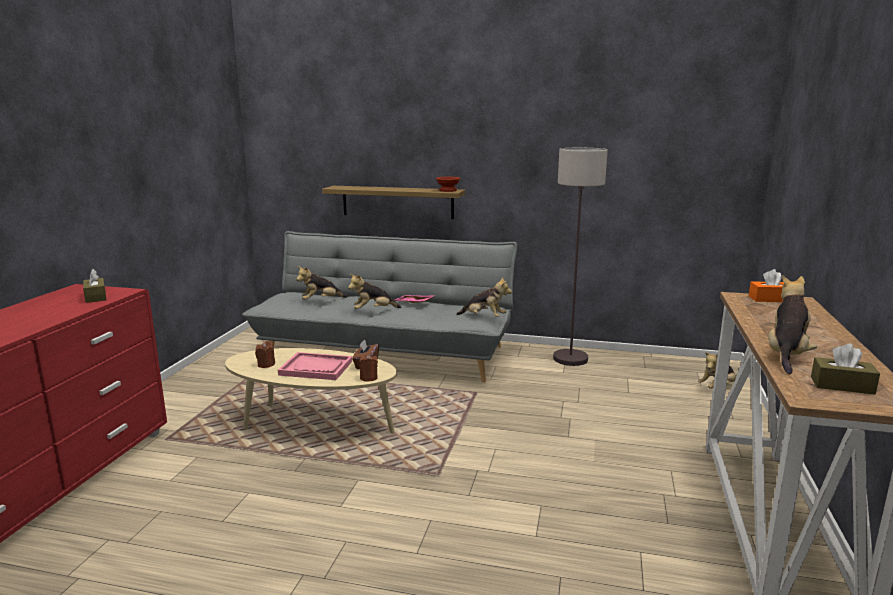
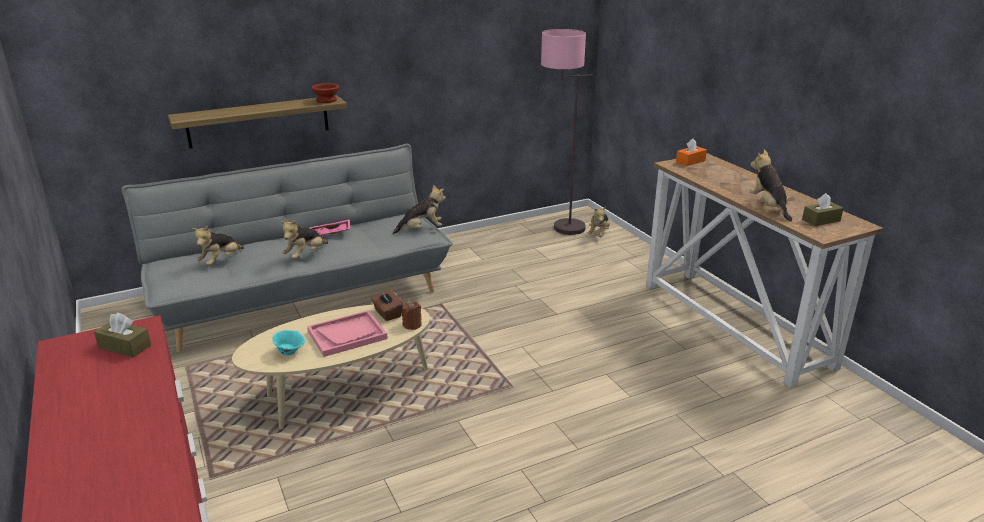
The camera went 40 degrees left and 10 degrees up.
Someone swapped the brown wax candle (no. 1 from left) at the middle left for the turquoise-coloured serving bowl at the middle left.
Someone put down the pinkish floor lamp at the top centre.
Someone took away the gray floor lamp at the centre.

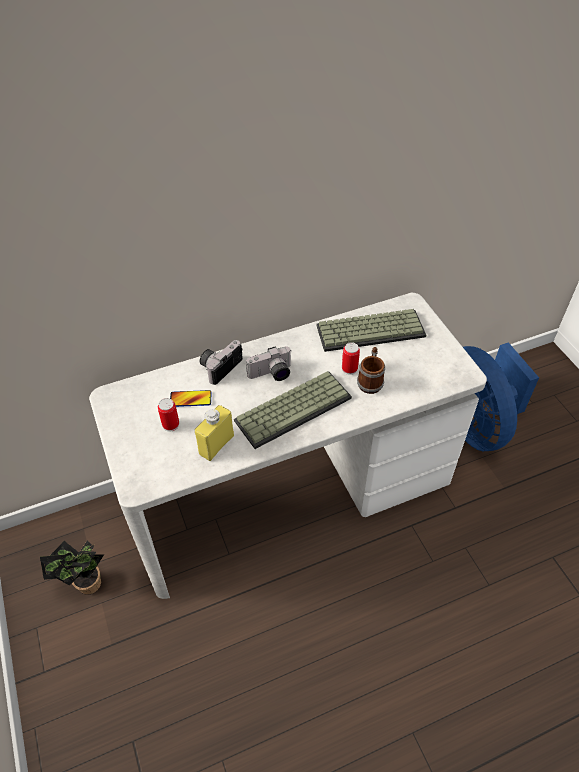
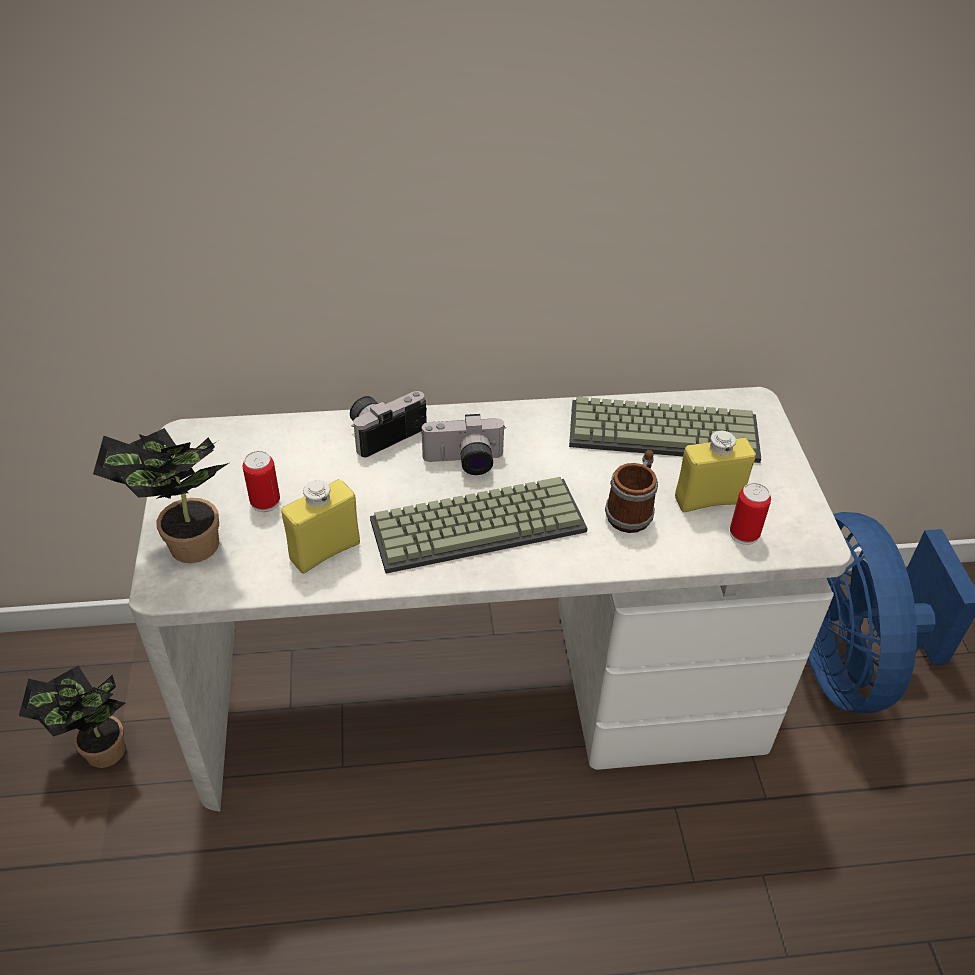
The camera went 15 degrees right and 5 degrees down.
Someone put down the plant in a pot (no. 2 from left) at the middle left.
Someone put down the yellowish bottle (no. 2 from left) at the middle right.
Someone carried the can (no. 2 from left) from the centre to the middle right.
Someone took away the phone at the middle left.

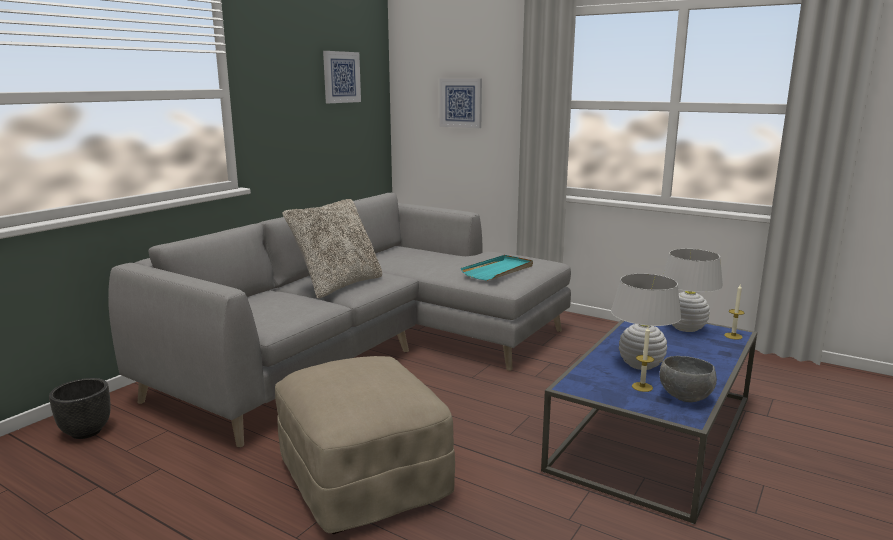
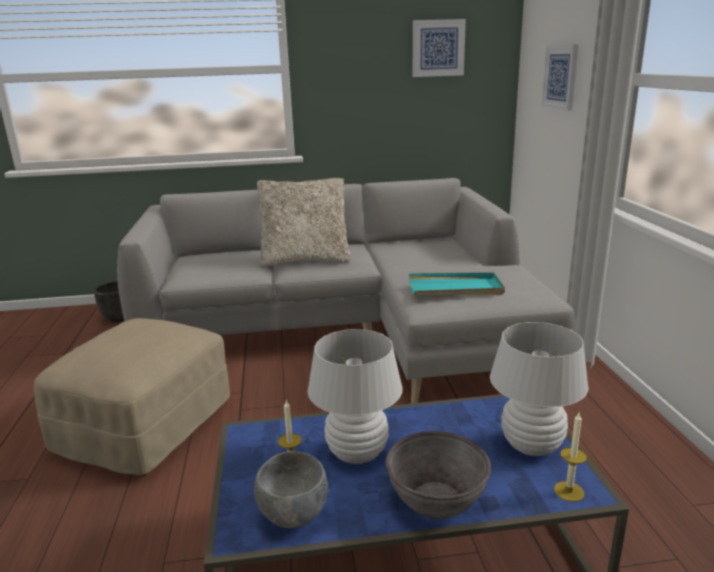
The camera went 50 degrees right and 5 degrees up.
Someone put down the gray serving bowl (no. 2 from left) at the bottom centre.

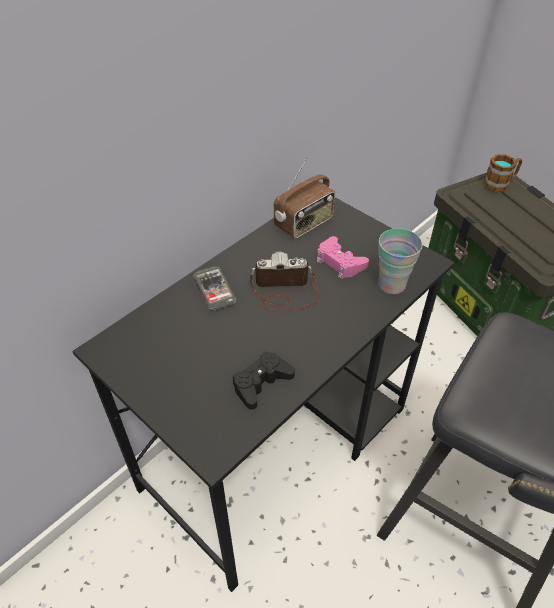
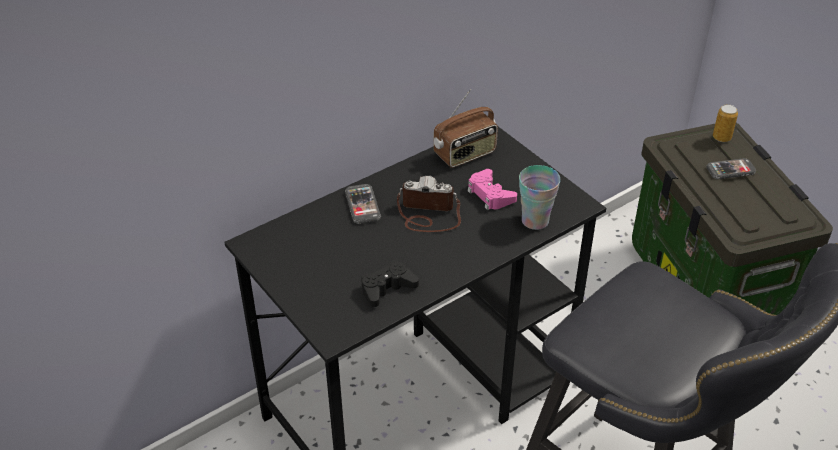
The camera went 10 degrees right and 5 degrees down.
Someone put down the phone (no. 2 from left) at the middle right.
Someone swapped the mug at the top right for the can at the top right.

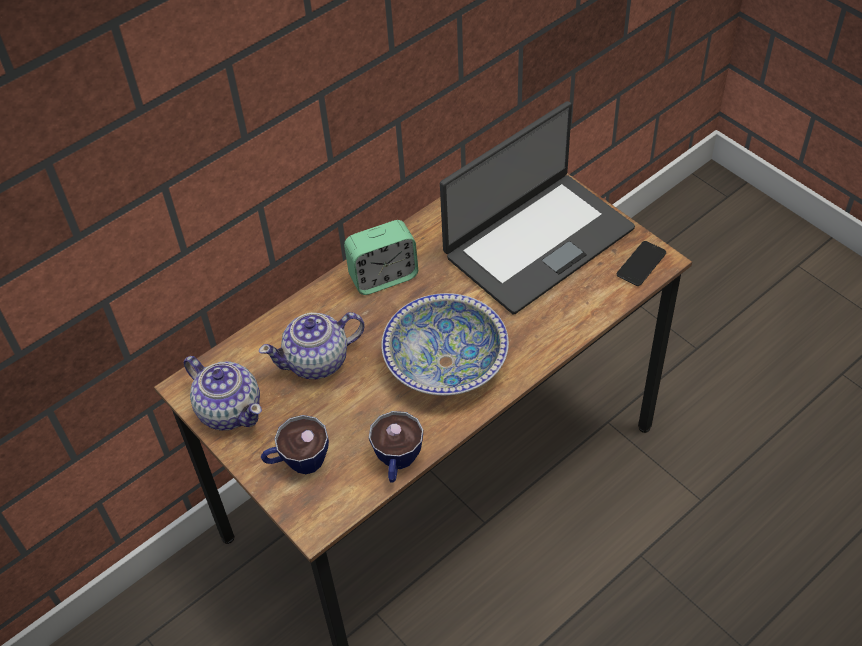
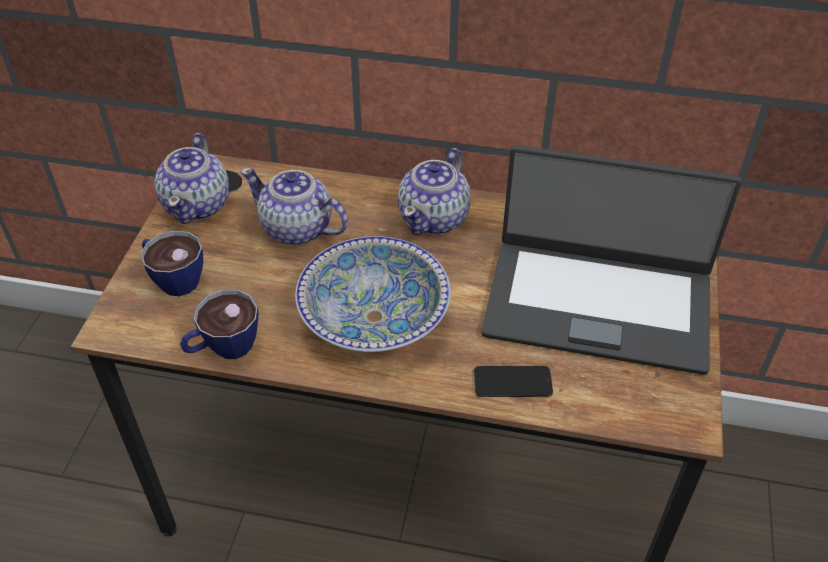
The camera went 50 degrees right and 5 degrees down.
Someone swapped the table clock at the centre for the tea pot (no. 3 from left) at the centre.
Someone carried the phone from the middle right to the bottom centre.

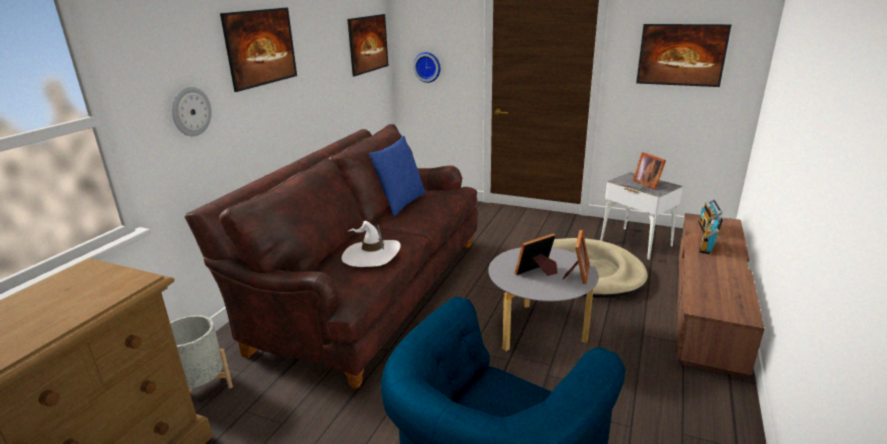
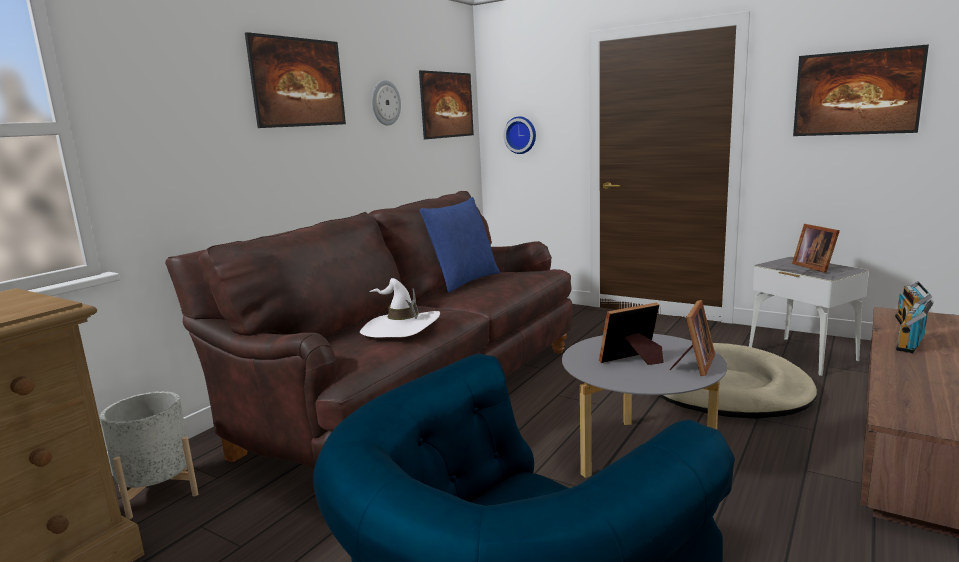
The camera went 10 degrees right and 10 degrees down.
Someone carried the wall clock (no. 1 from left) from the top left to the top centre.

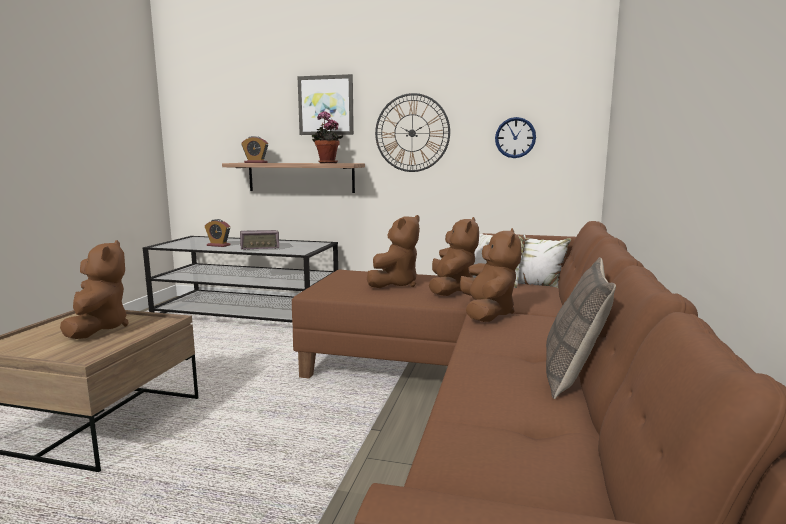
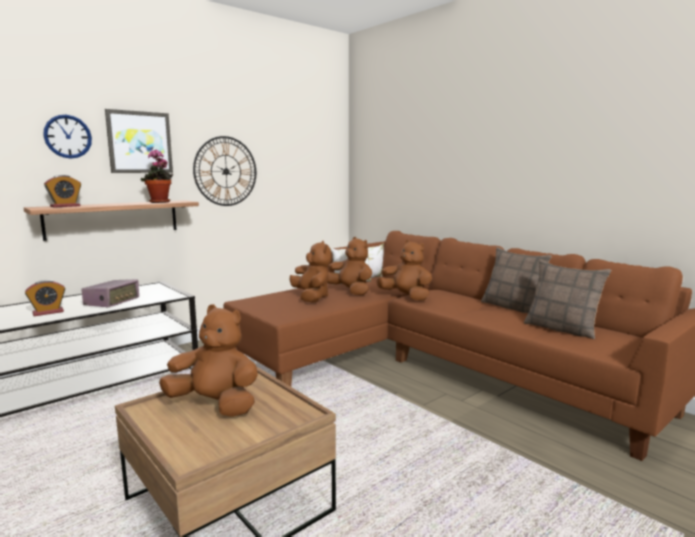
The camera went 55 degrees left and 0 degrees up.
Someone carried the wall clock (no. 2 from left in the first image) from the top centre to the top left.
Someone put down the pillow (no. 2 from left) at the middle right.

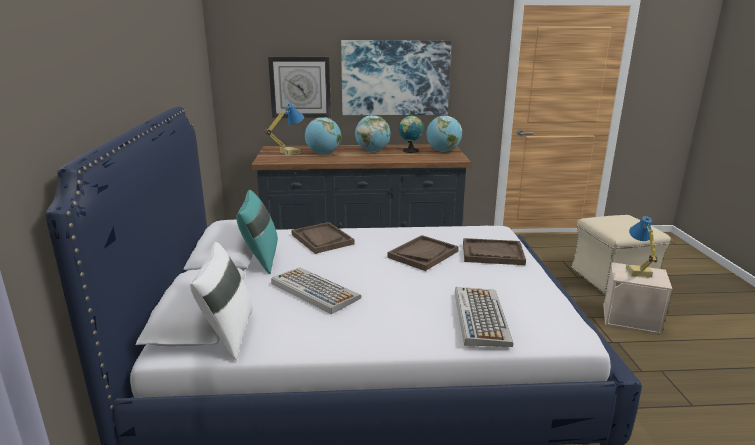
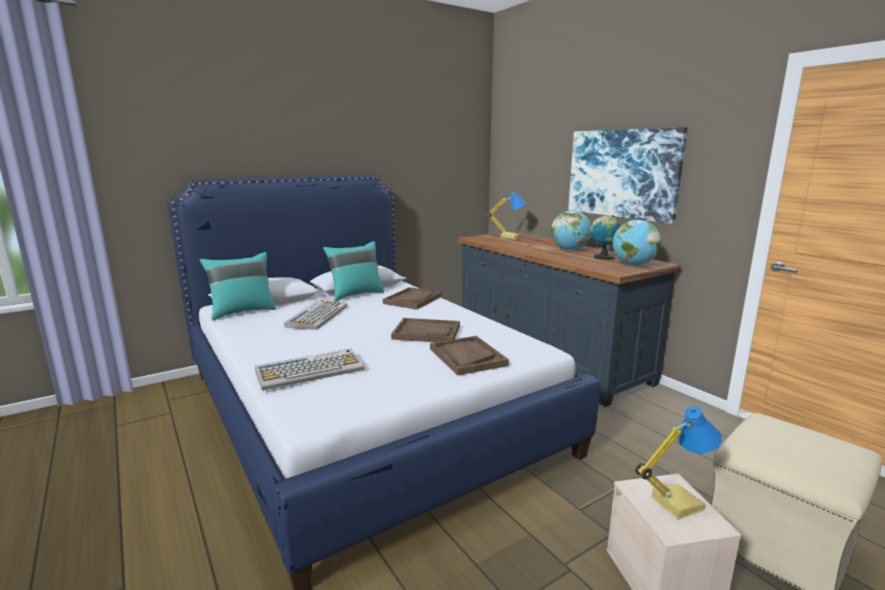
The camera went 60 degrees right and 5 degrees down.
Someone repainted the white pillow at the bottom left, which became the turquoise-coloured pillow (no. 1 from left) at the middle left.
Someone took away the wall clock at the top centre.
Someone took away the world globe (no. 1 from left) at the top centre.

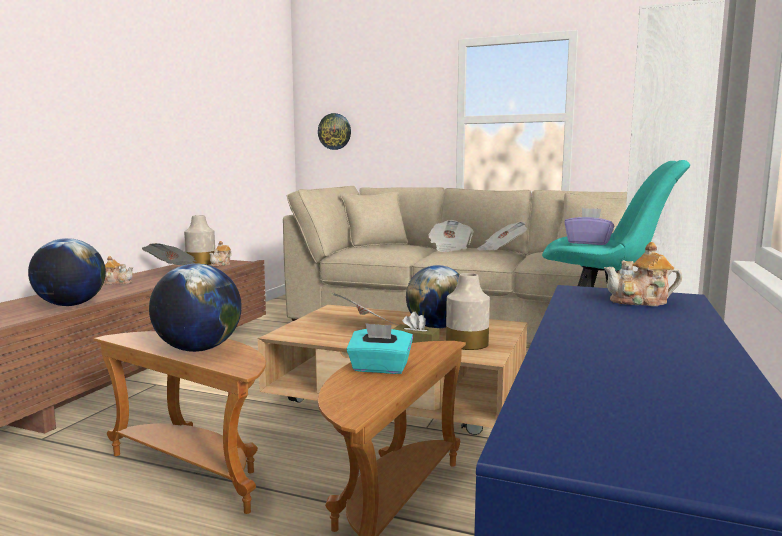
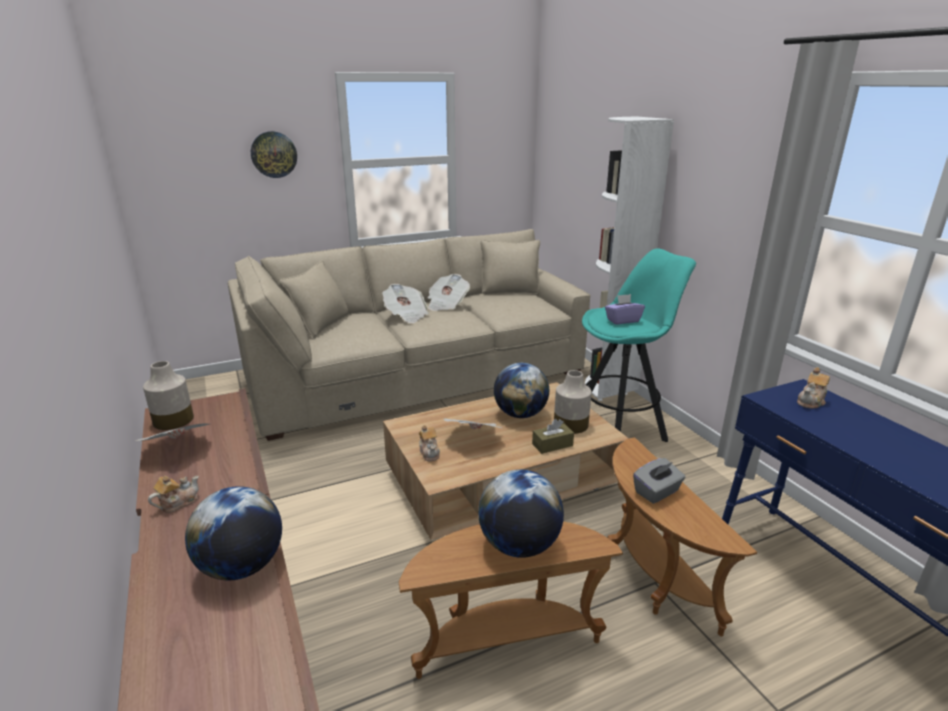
The camera went 45 degrees left and 15 degrees up.
Someone carried the wall clock from the top centre to the top left.
Someone carried the tea pot (no. 2 from left) from the middle left to the centre.
Someone repainted the turquoise-coloured box of tissues at the centre, which became the gray box of tissues at the bottom right.

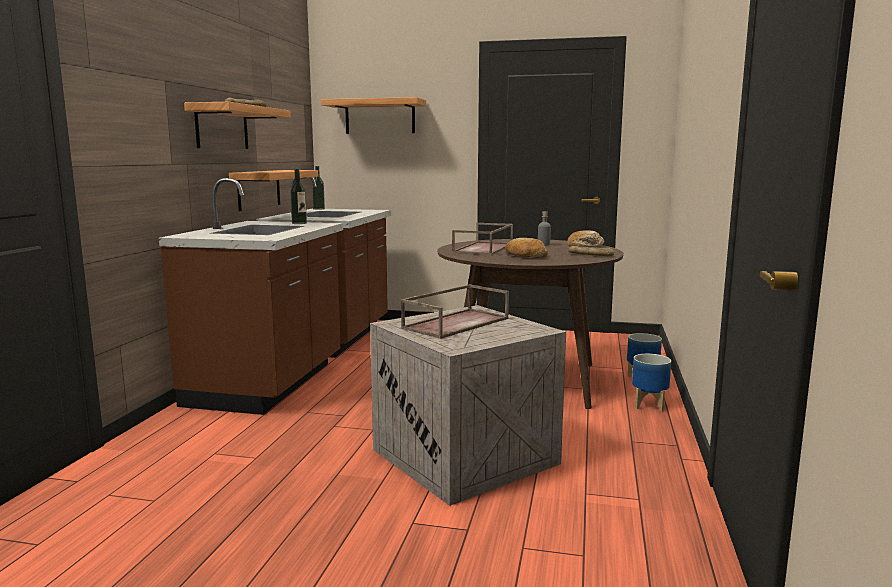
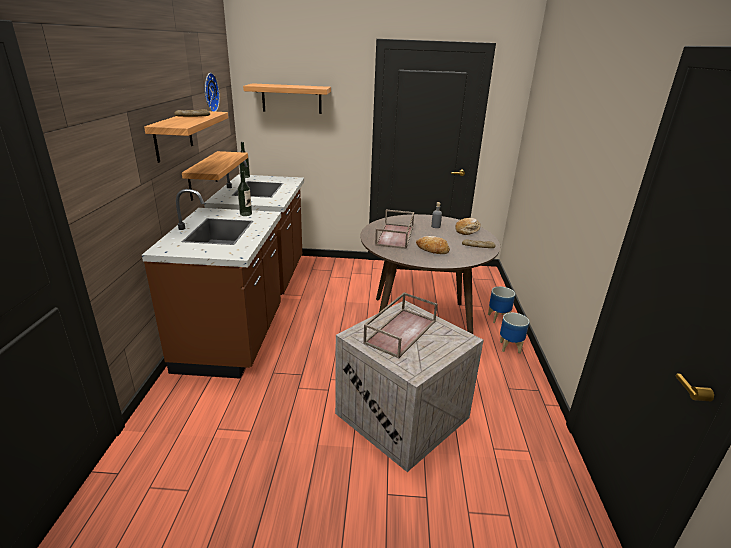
The camera went 10 degrees left and 15 degrees up.
Someone put up the wall clock at the top left.

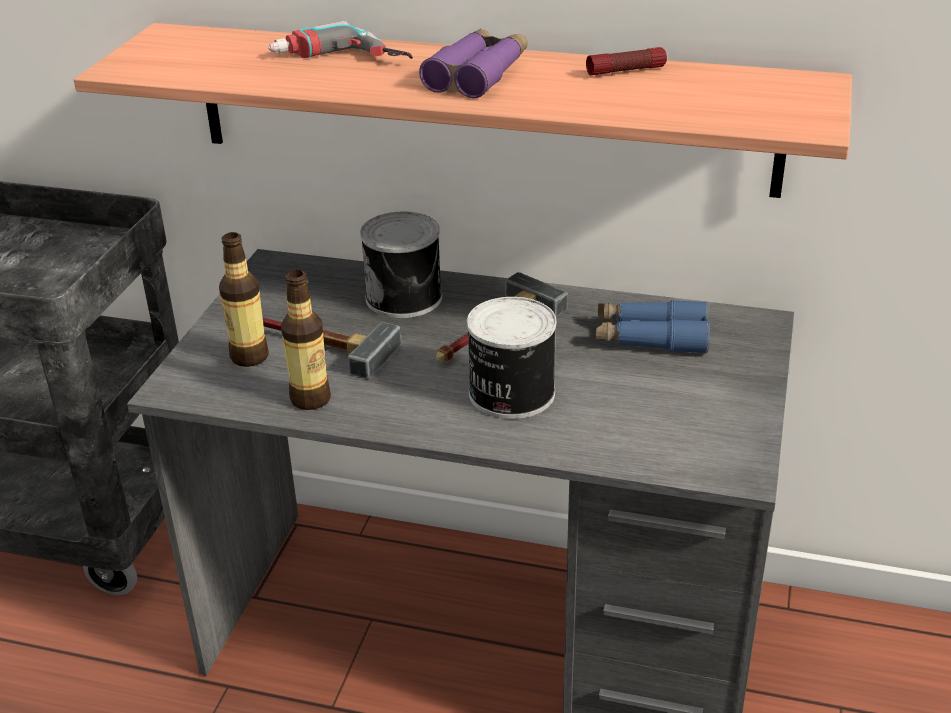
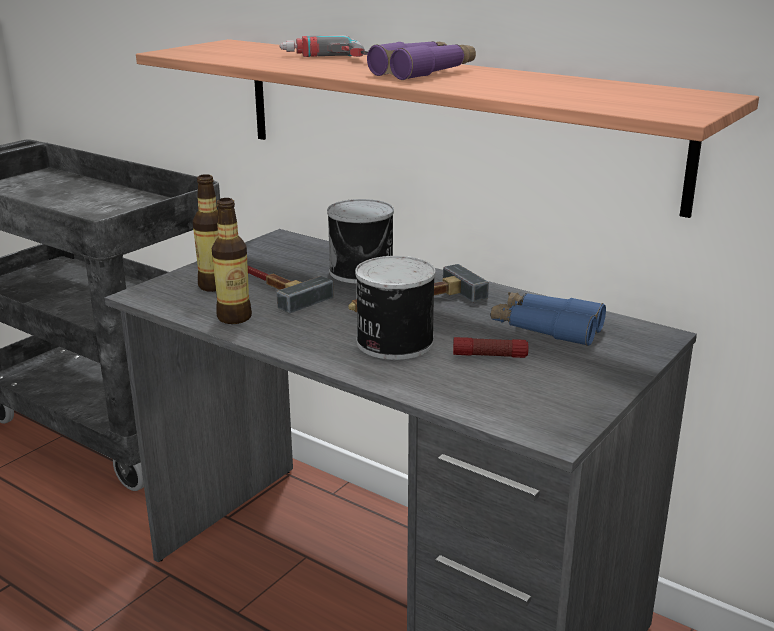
The camera went 20 degrees right and 10 degrees down.
Someone carried the flashlight from the top centre to the centre.

